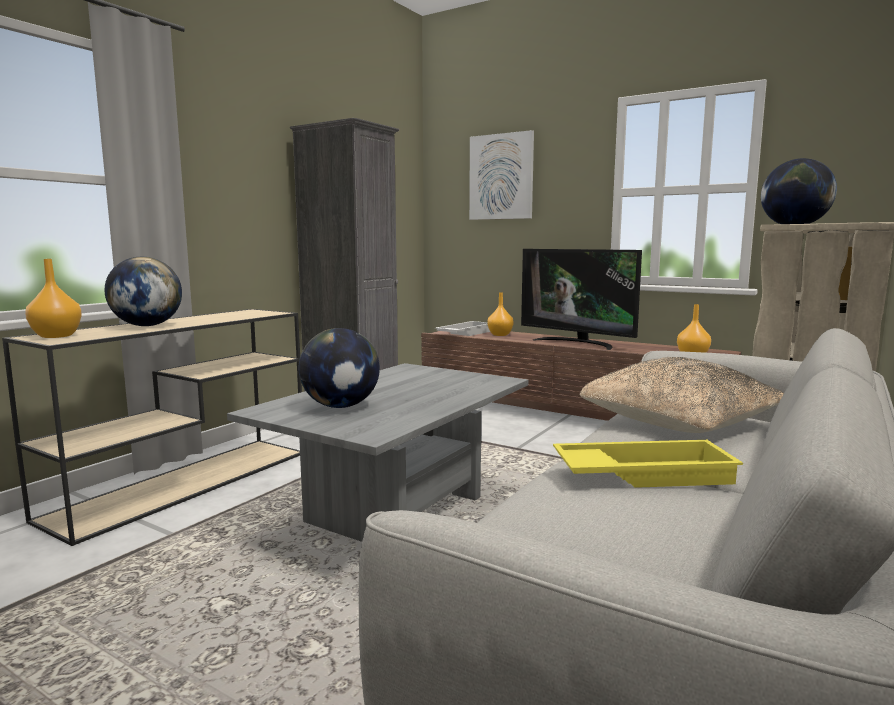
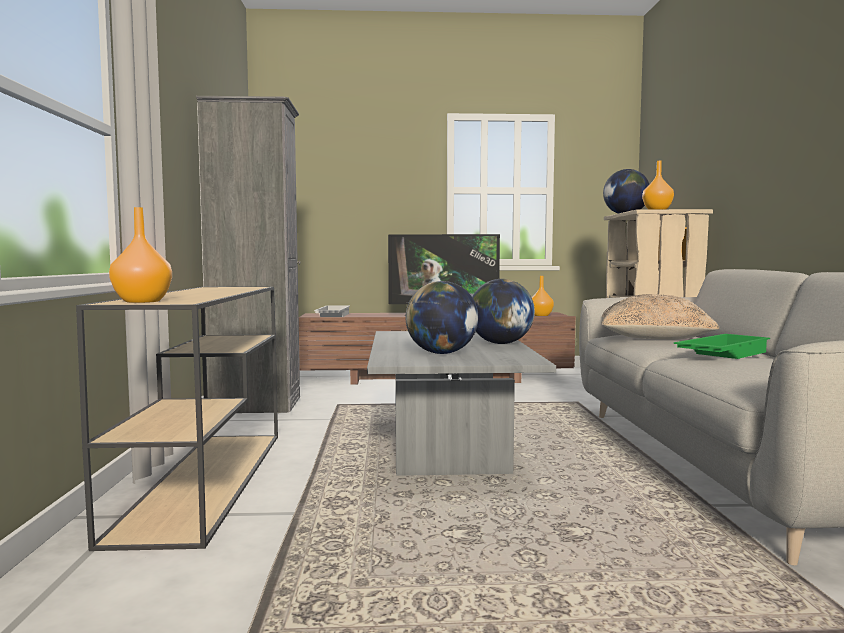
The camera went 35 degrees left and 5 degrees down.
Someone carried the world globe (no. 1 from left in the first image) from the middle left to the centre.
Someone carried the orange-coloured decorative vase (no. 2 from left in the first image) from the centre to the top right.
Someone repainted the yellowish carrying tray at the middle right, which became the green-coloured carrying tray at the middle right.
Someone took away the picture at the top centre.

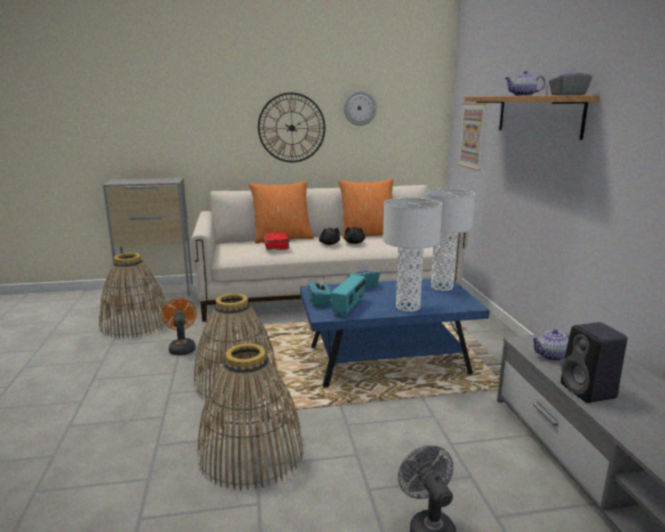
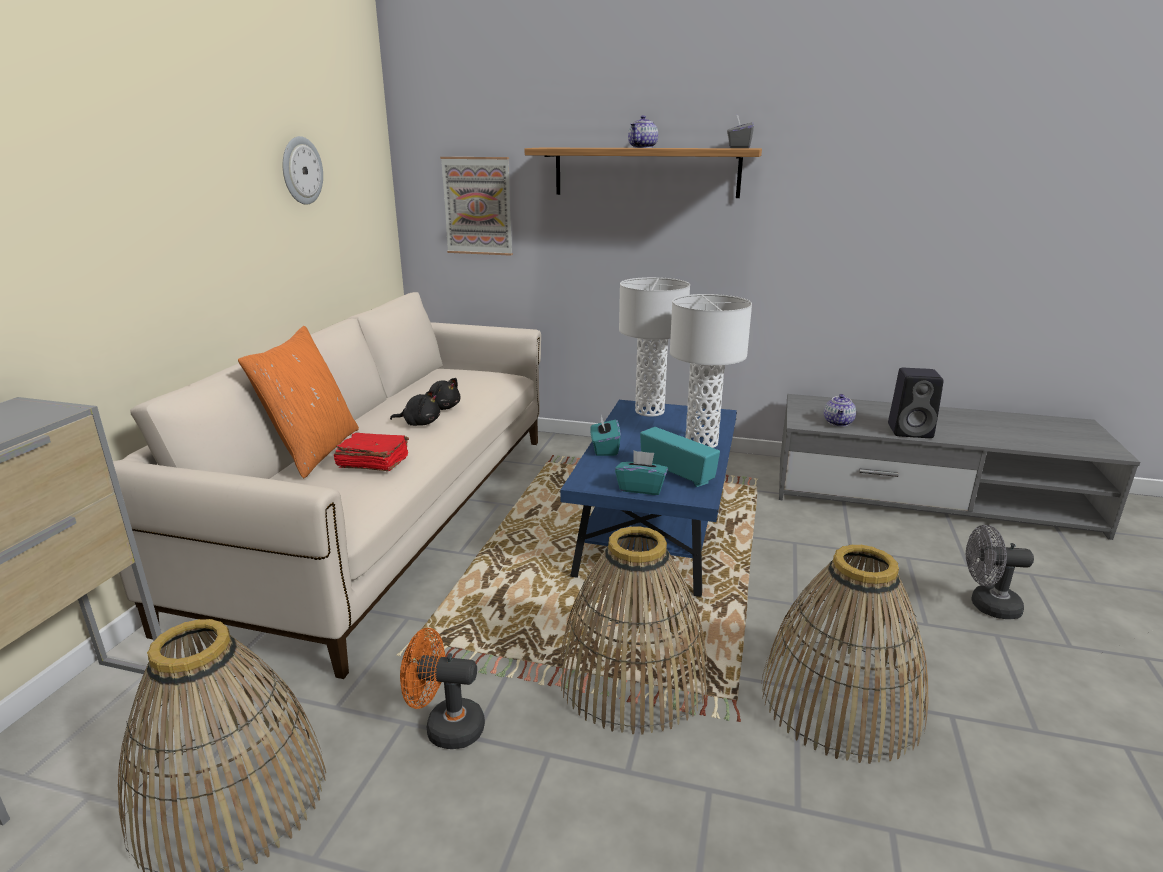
The camera went 65 degrees left and 5 degrees up.
Someone took away the wall clock (no. 1 from left) at the top centre.
Someone took away the orange-coloured pillow (no. 2 from left) at the centre.

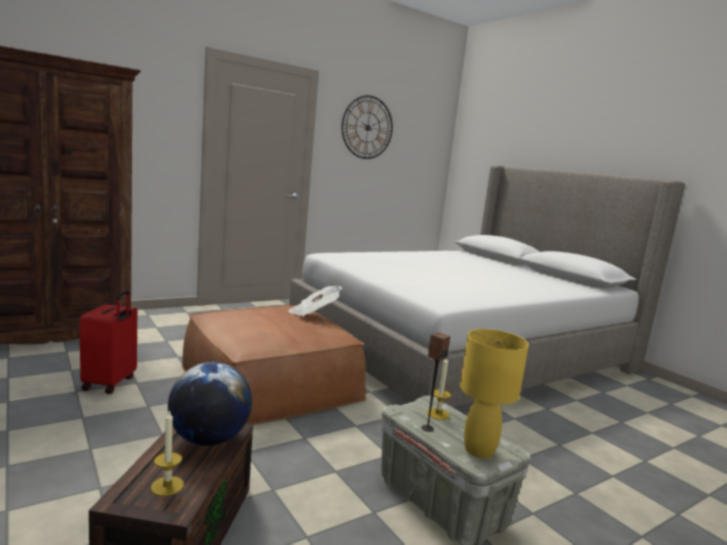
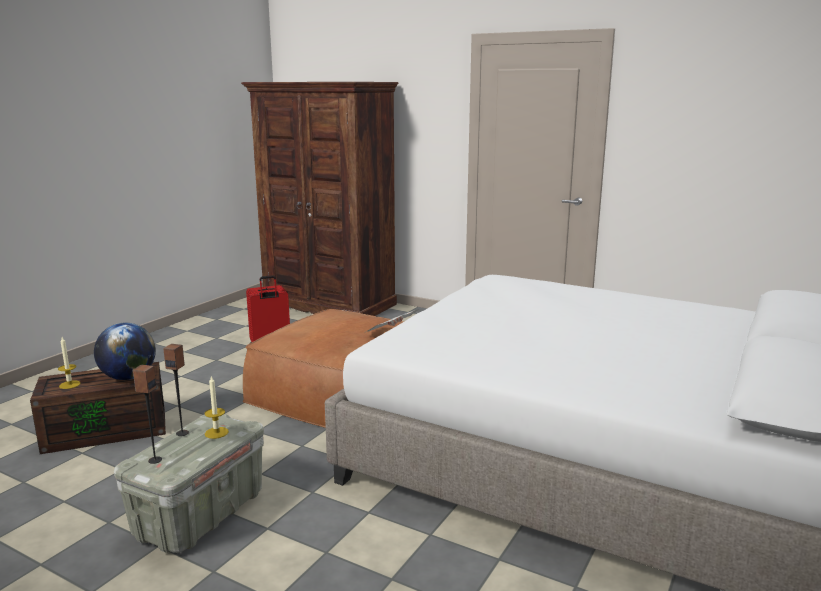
The camera went 65 degrees right and 5 degrees up.
Someone swapped the yellowish tabletop lamp at the bottom right for the audio speaker (no. 1 from left) at the bottom left.
Someone took away the wall clock at the top centre.

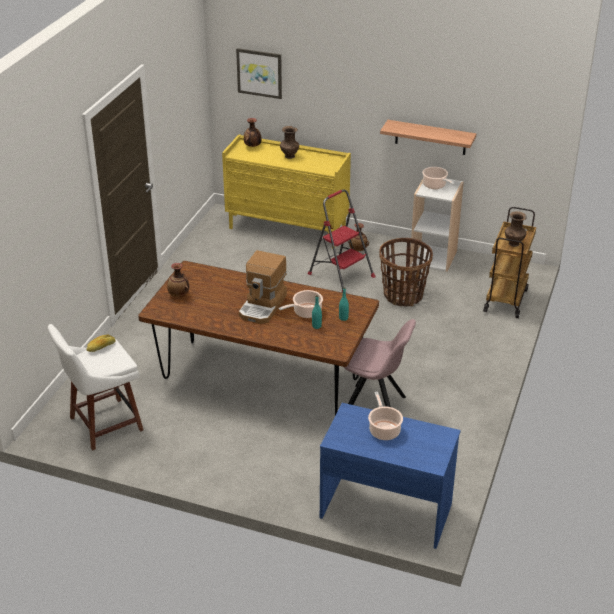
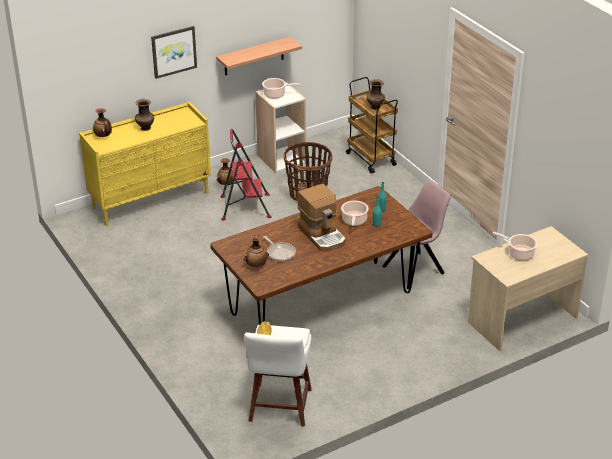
The camera went 50 degrees left and 0 degrees up.
Someone carried the picture from the top centre to the top left.
Someone put down the pan at the centre.
Someone repainted the blue-coloured desk at the bottom centre, which became the sand-coloured desk at the middle right.

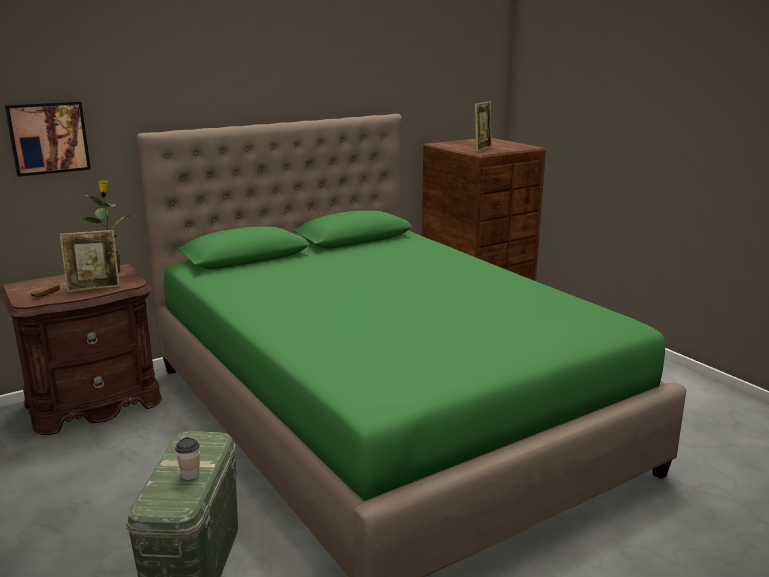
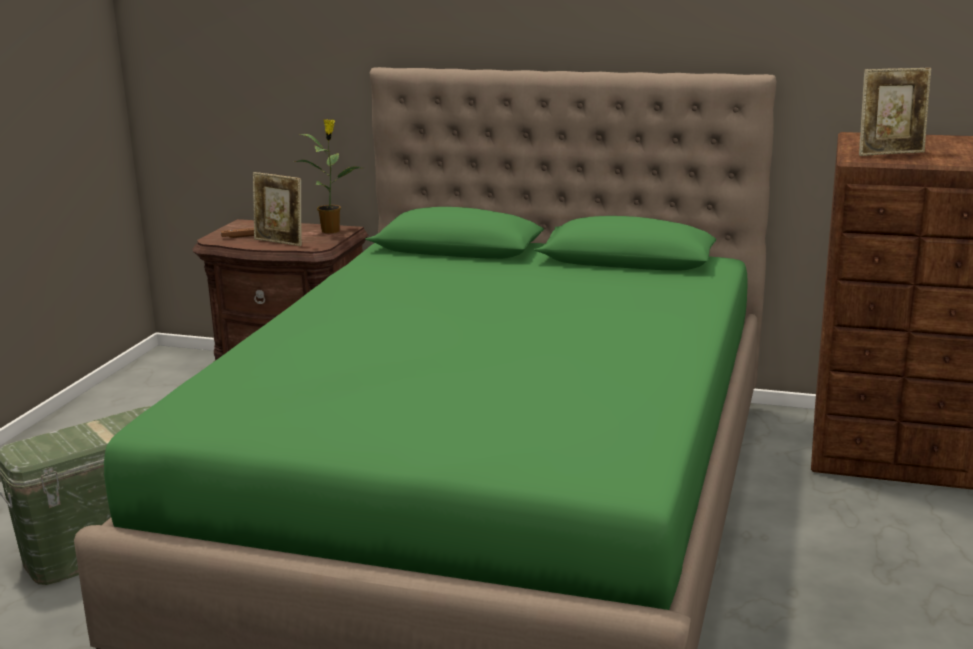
The camera went 50 degrees right and 0 degrees up.
Someone took away the picture at the top left.
Someone took away the small cup at the bottom left.

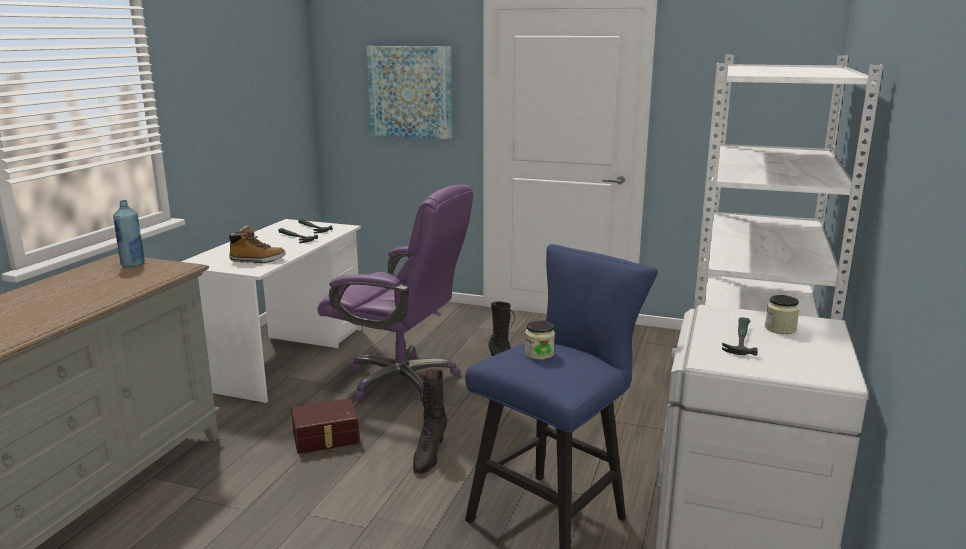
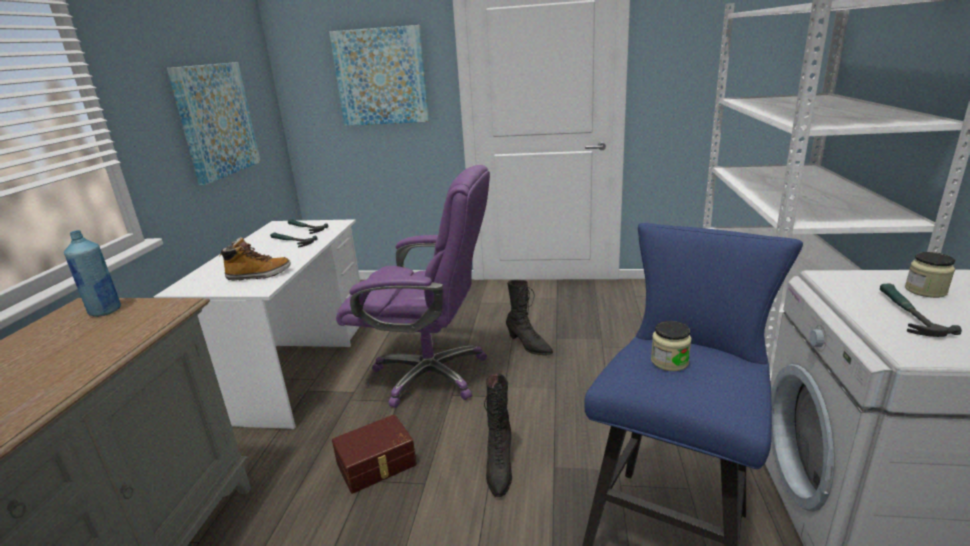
The camera went 10 degrees left and 5 degrees up.
Someone put up the picture (no. 1 from left) at the top left.

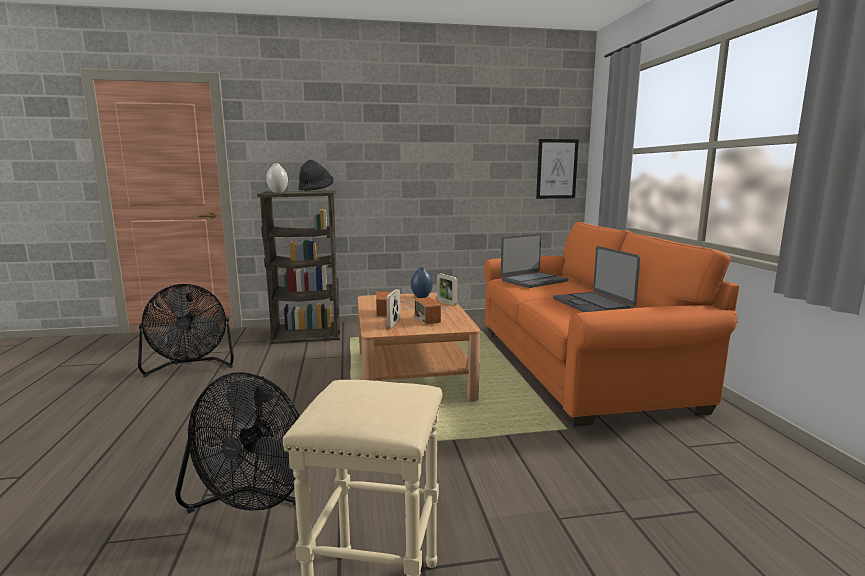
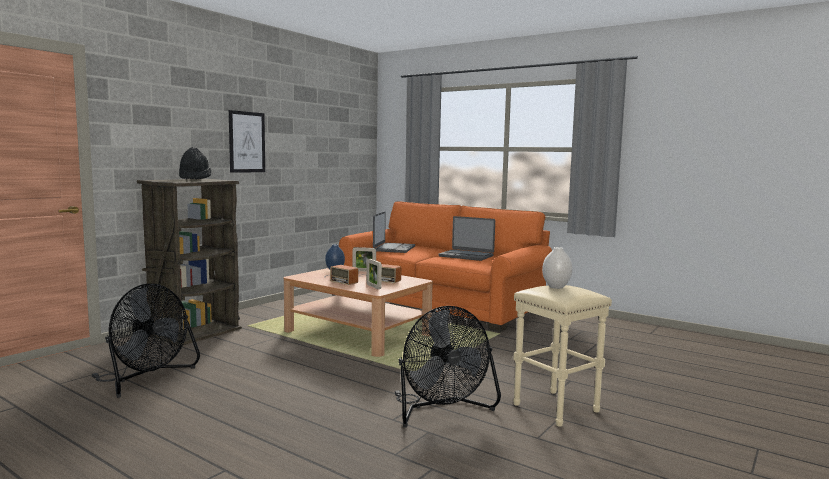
The camera went 45 degrees left and 5 degrees down.
Someone carried the picture from the top centre to the top left.
Someone carried the white decorative vase from the top left to the middle right.

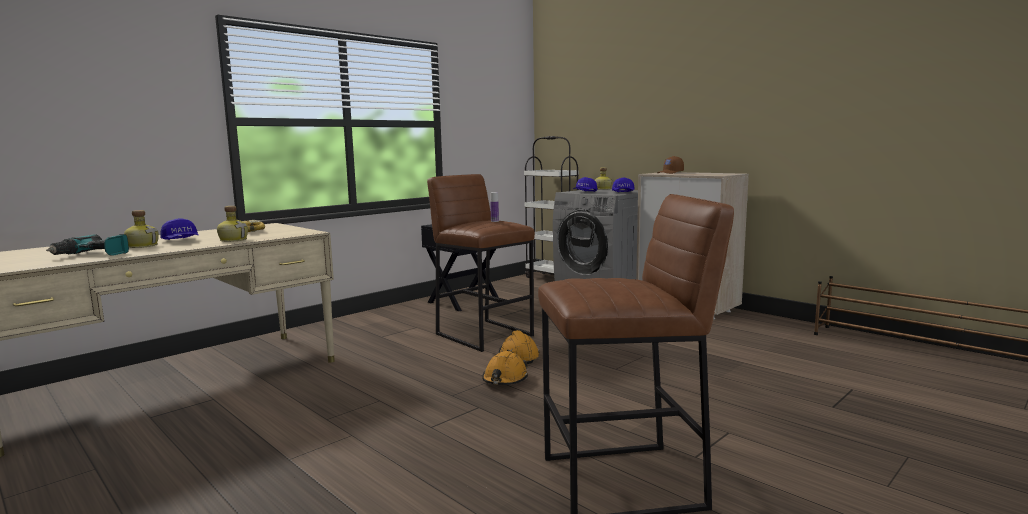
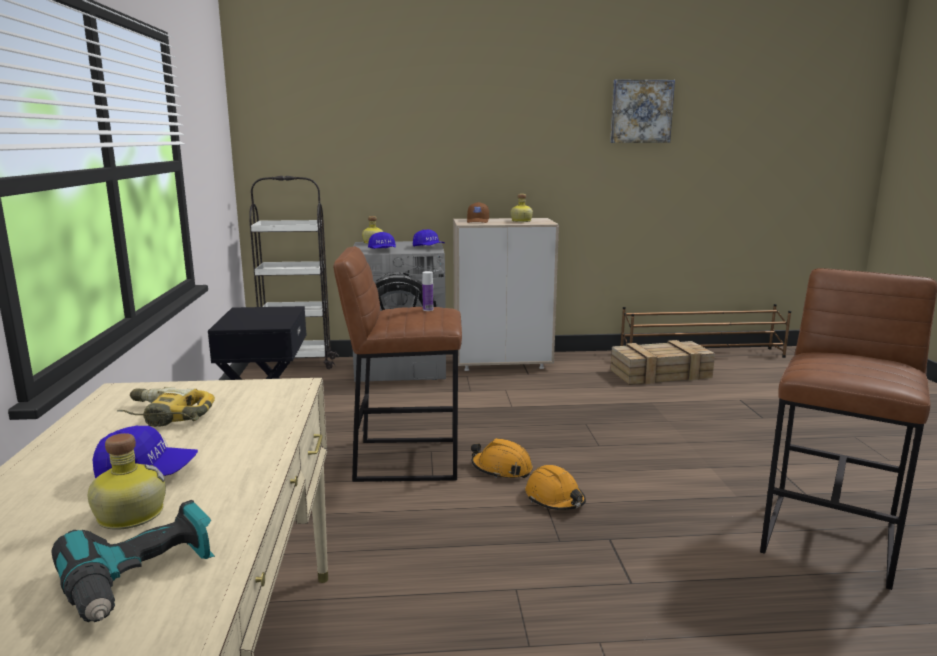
The camera went 50 degrees left and 5 degrees up.
Someone carried the bottle (no. 2 from left in the first image) from the middle left to the top centre.
Someone put up the picture at the top right.
Someone put down the crate at the middle right.

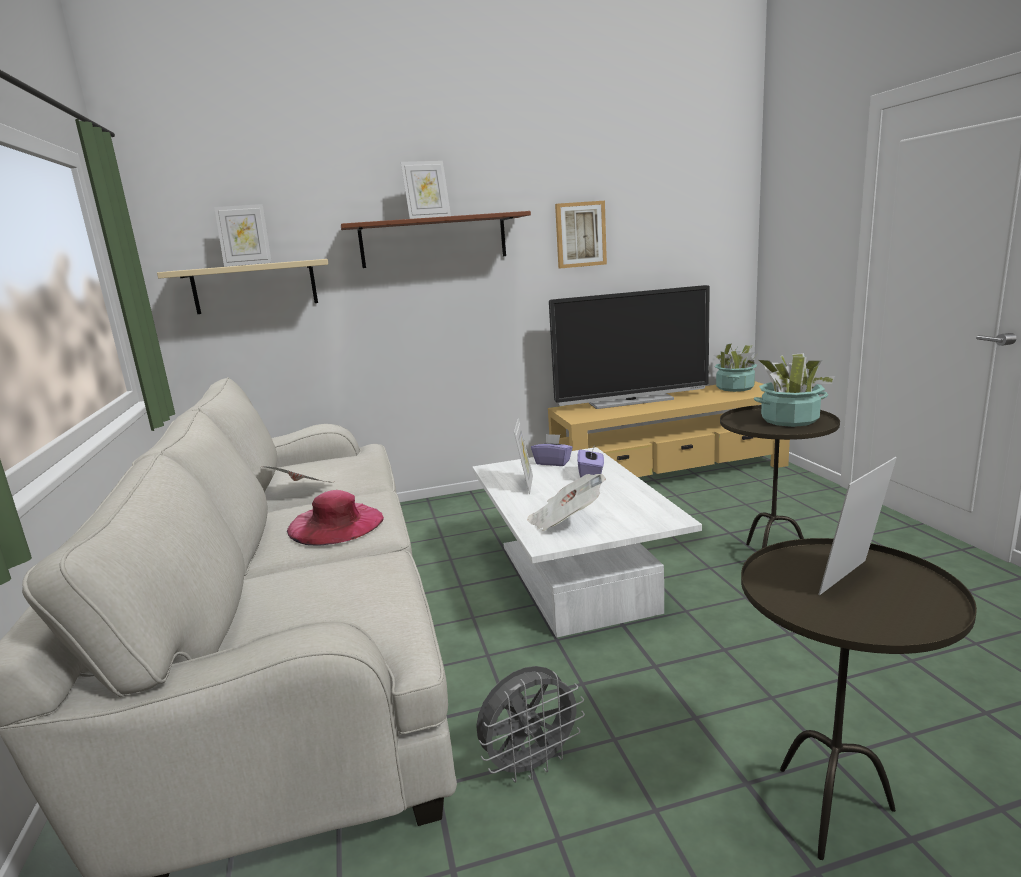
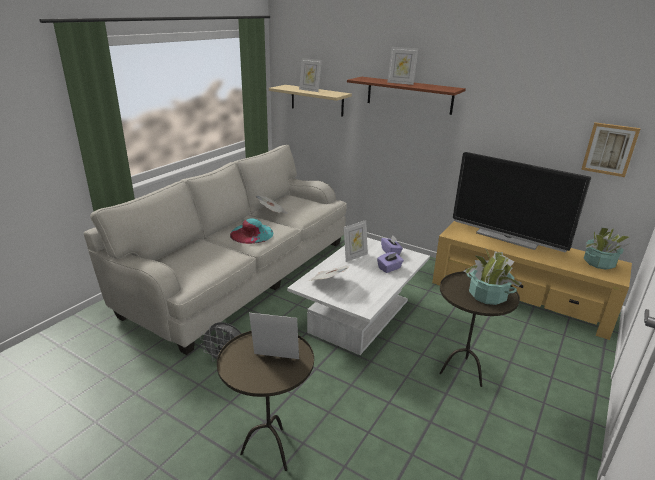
The camera went 45 degrees right and 10 degrees up.
Someone repainted the pinkish hat at the middle left, which became the turquoise-coloured hat at the centre.
Someone carried the picture from the top centre to the top right.

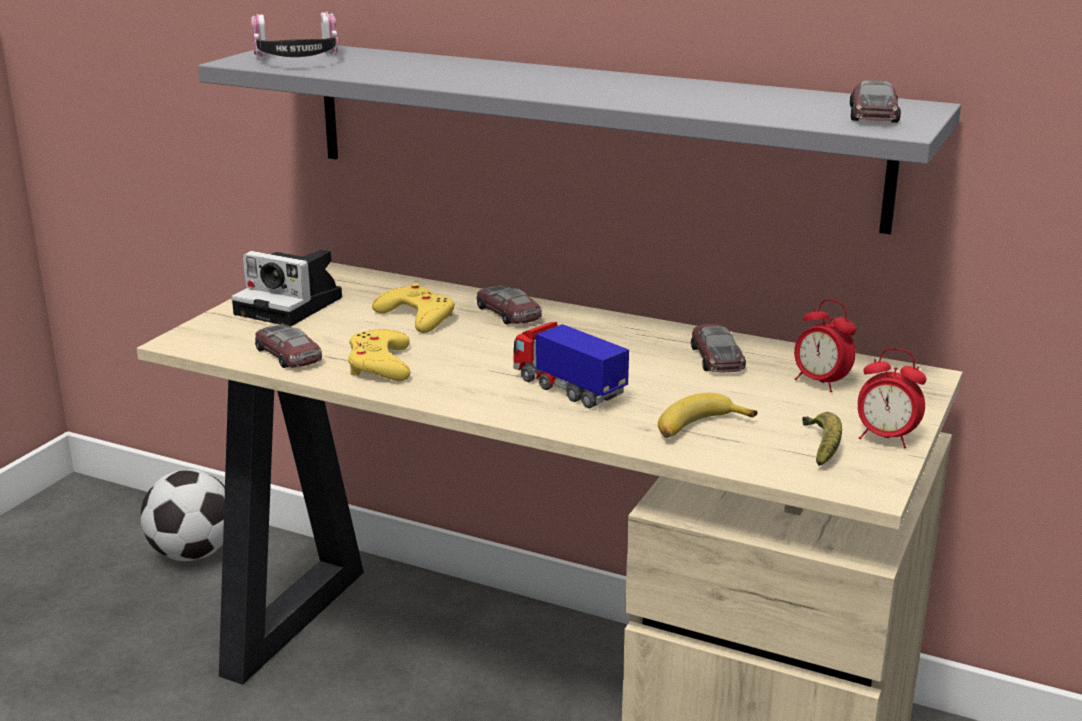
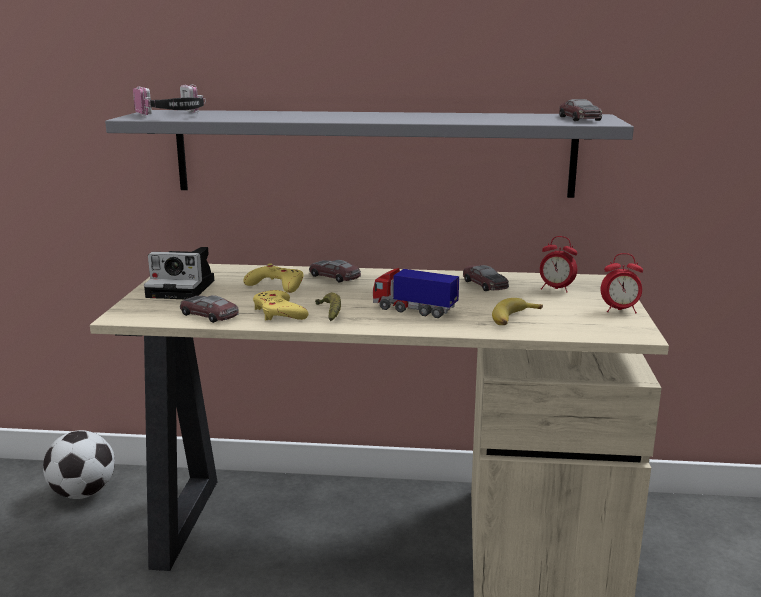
The camera went 20 degrees left and 5 degrees down.
Someone carried the banana (no. 2 from left in the first image) from the middle right to the centre.

